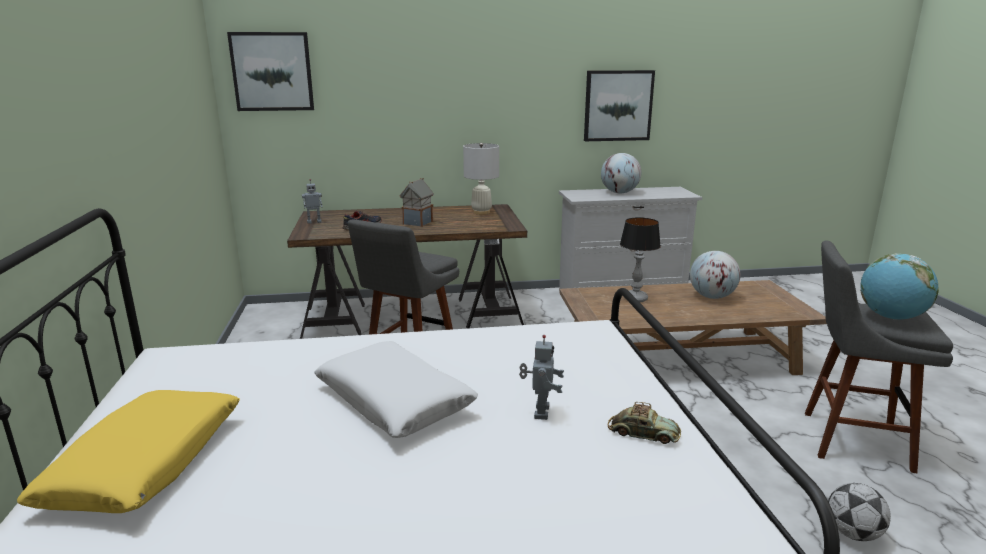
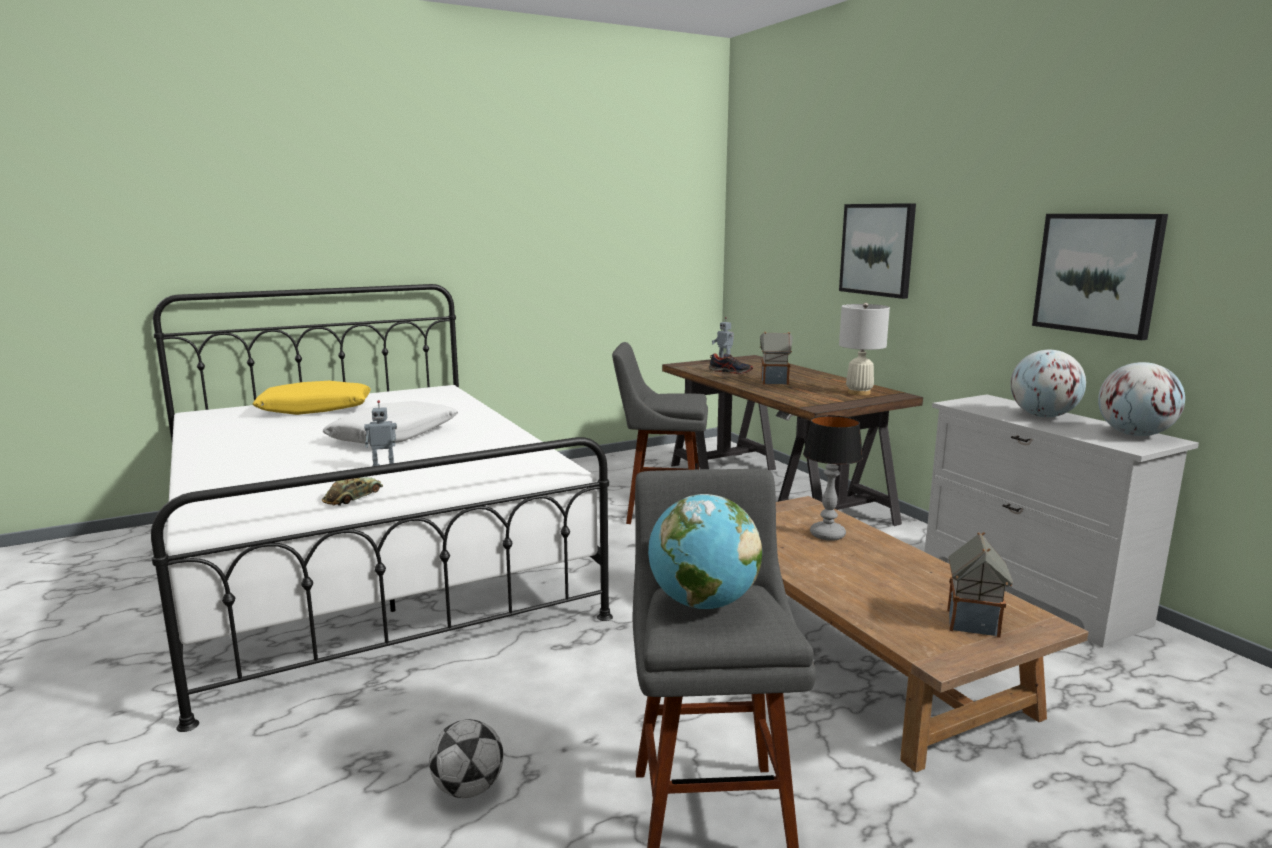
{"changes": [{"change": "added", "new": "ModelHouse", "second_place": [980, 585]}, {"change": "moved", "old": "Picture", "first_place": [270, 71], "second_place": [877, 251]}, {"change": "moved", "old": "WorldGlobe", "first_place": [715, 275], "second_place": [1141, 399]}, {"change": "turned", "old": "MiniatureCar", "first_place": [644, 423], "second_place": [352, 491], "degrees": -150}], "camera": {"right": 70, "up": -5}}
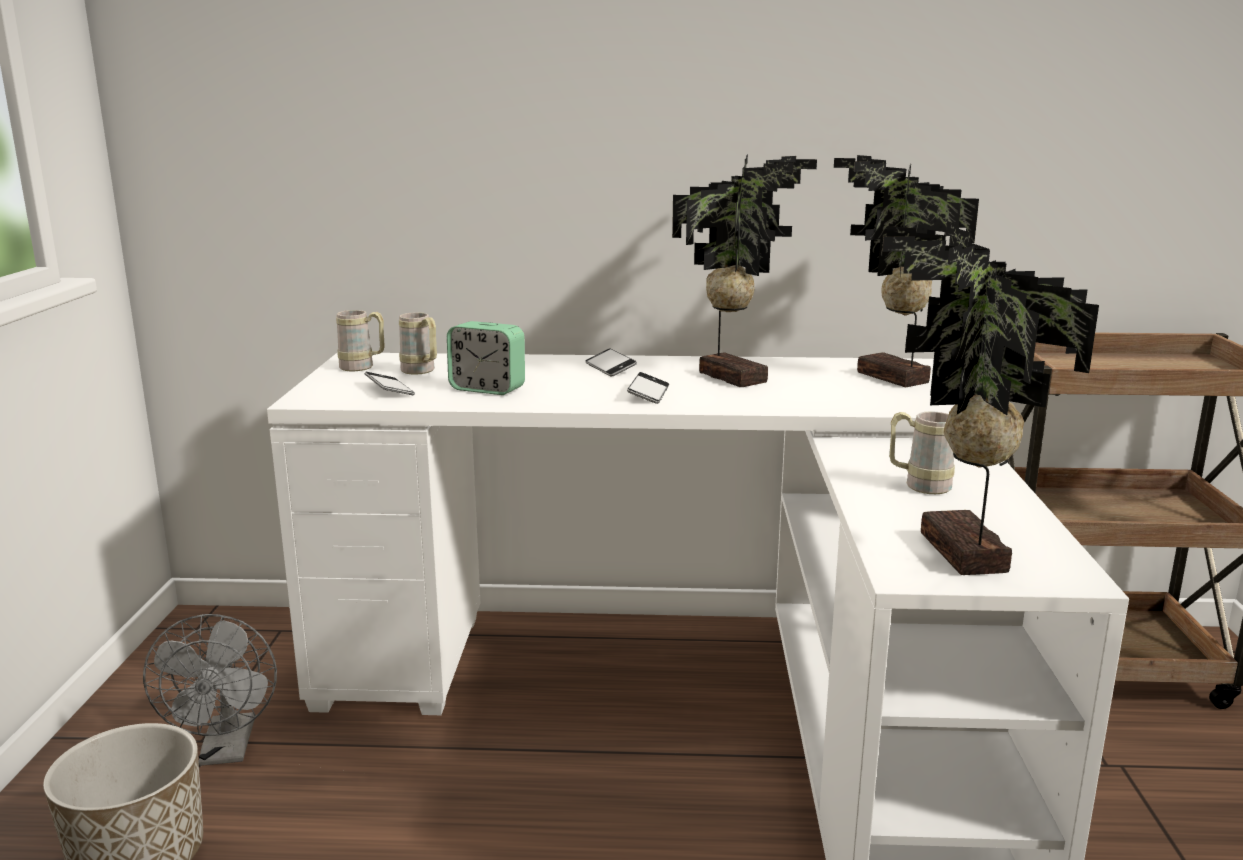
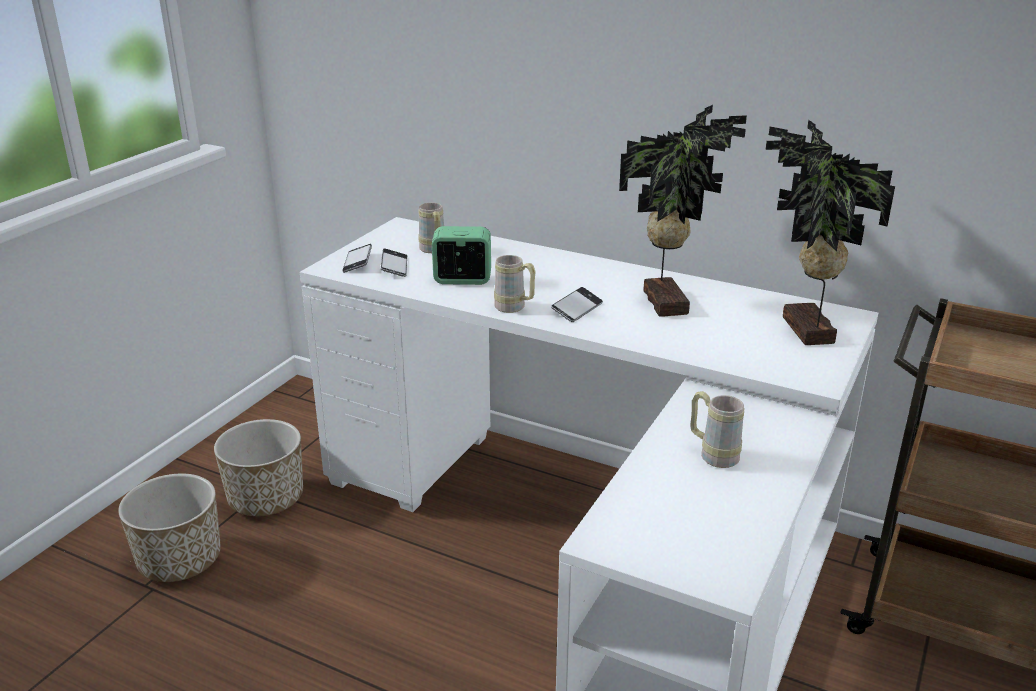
{"changes": [{"change": "removed", "old": "PottedPlant", "first_place": [990, 398]}, {"change": "moved", "old": "BeigeCoffeeMug", "first_place": [360, 340], "second_place": [515, 284]}, {"change": "moved", "old": "Telephone", "first_place": [611, 362], "second_place": [357, 258]}, {"change": "replaced", "old": "GrayElectricFan", "new": "FlowerPot", "first_place": [210, 690], "second_place": [258, 467]}, {"change": "turned", "old": "AlarmClock", "first_place": [486, 358], "second_place": [461, 255], "degrees": 135}], "camera": {"right": 25, "up": 10}}
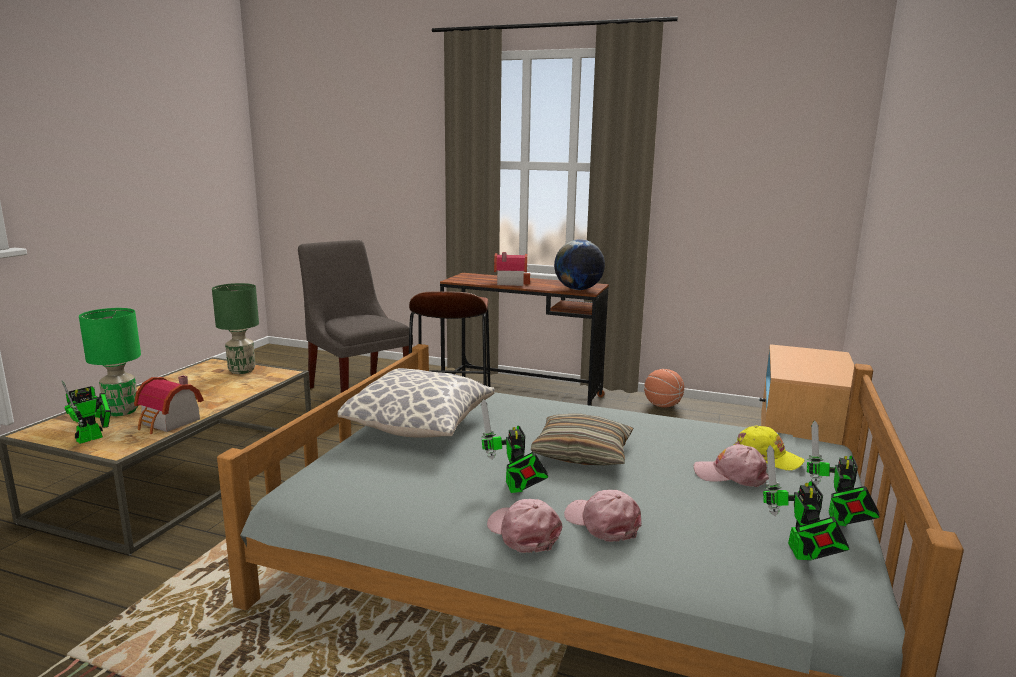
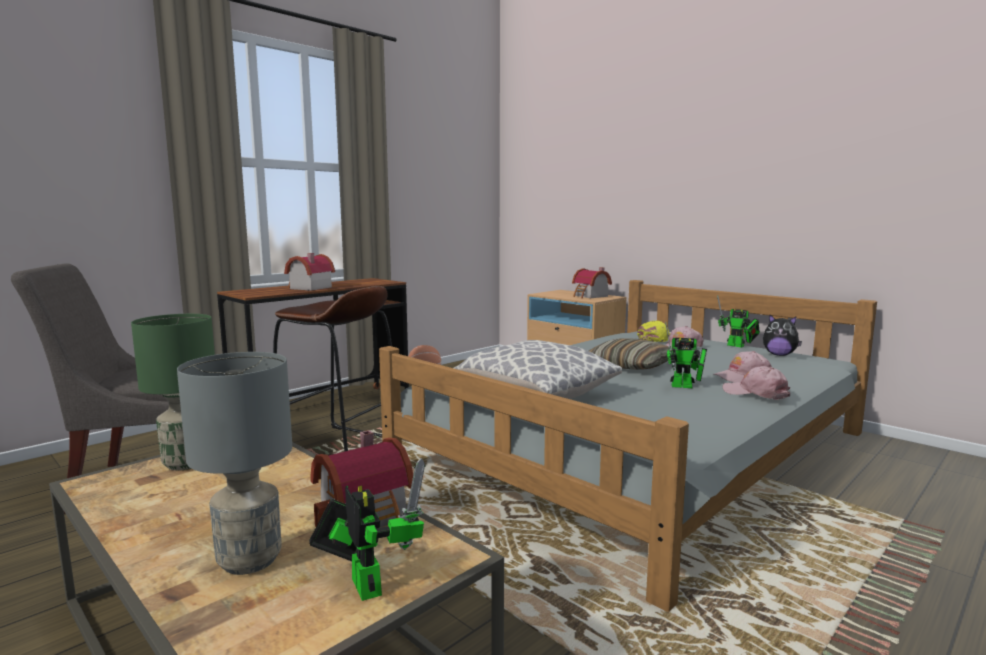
{"changes": [{"change": "removed", "old": "WorldGlobe", "first_place": [579, 264]}, {"change": "added", "new": "ModelHouse", "second_place": [592, 282]}, {"change": "replaced", "old": "ModelRobot", "new": "PlushToy", "first_place": [806, 502], "second_place": [782, 335]}, {"change": "recoloured", "old": "GreenColouredLampForATable", "new": "GrayLampForATable", "first_place": [110, 362], "second_place": [234, 463]}, {"change": "turned", "old": "PinkColouredPeakedCap", "first_place": [524, 526], "second_place": [756, 383], "degrees": 45}], "camera": {"right": -65, "up": -5}}
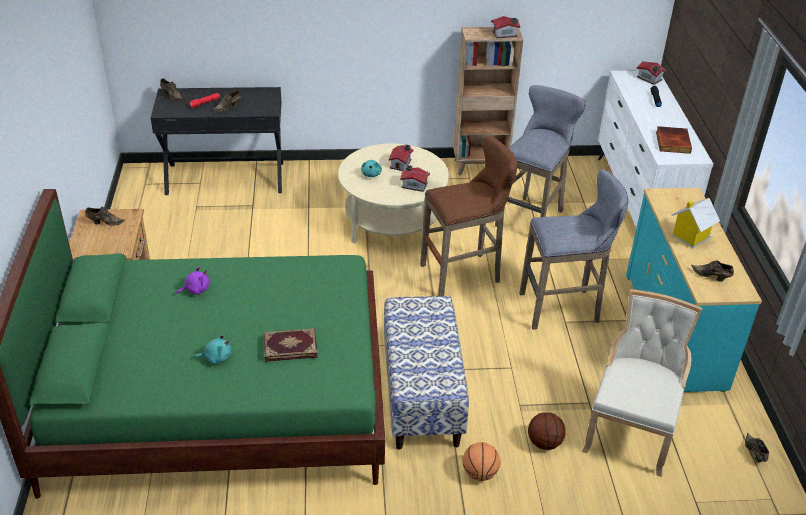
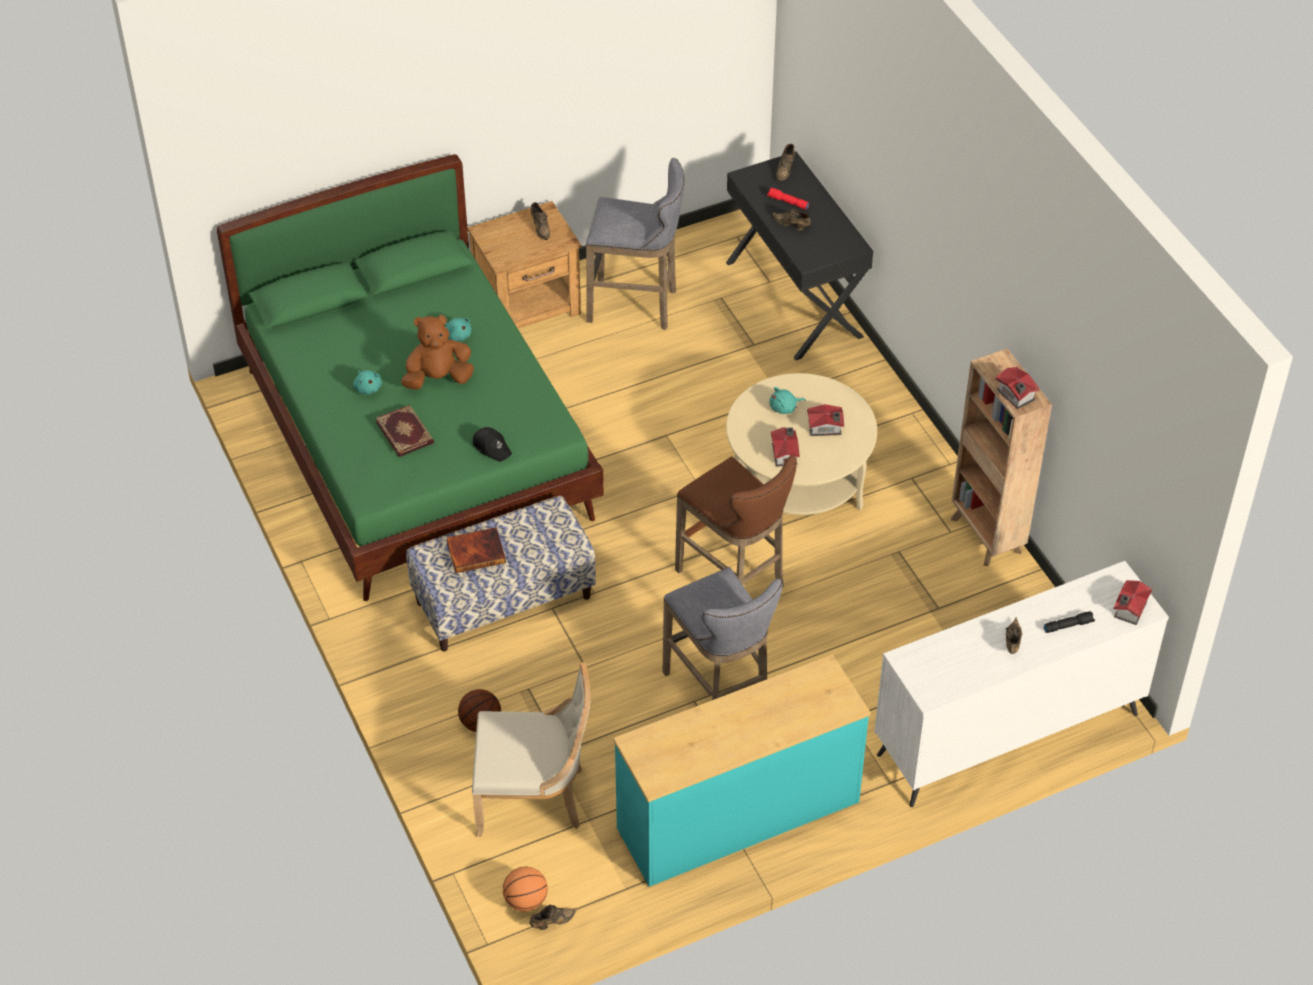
{"changes": [{"change": "removed", "old": "ModelHouse", "first_place": [696, 223]}, {"change": "added", "new": "BrownishPlushToy", "second_place": [437, 352]}, {"change": "added", "new": "BlackPeakedCap", "second_place": [492, 444]}, {"change": "moved", "old": "BallForBasketball", "first_place": [481, 461], "second_place": [525, 889]}, {"change": "moved", "old": "GrayStoolSeat", "first_place": [540, 156], "second_place": [635, 244]}, {"change": "moved", "old": "BoundBook", "first_place": [674, 140], "second_place": [476, 550]}, {"change": "moved", "old": "BrownishShoe", "first_place": [712, 271], "second_place": [1013, 635]}, {"change": "recoloured", "old": "PurplePlushToy", "new": "TurquoisePlushToy", "first_place": [192, 280], "second_place": [458, 330]}], "camera": {"right": 70, "up": 10}}
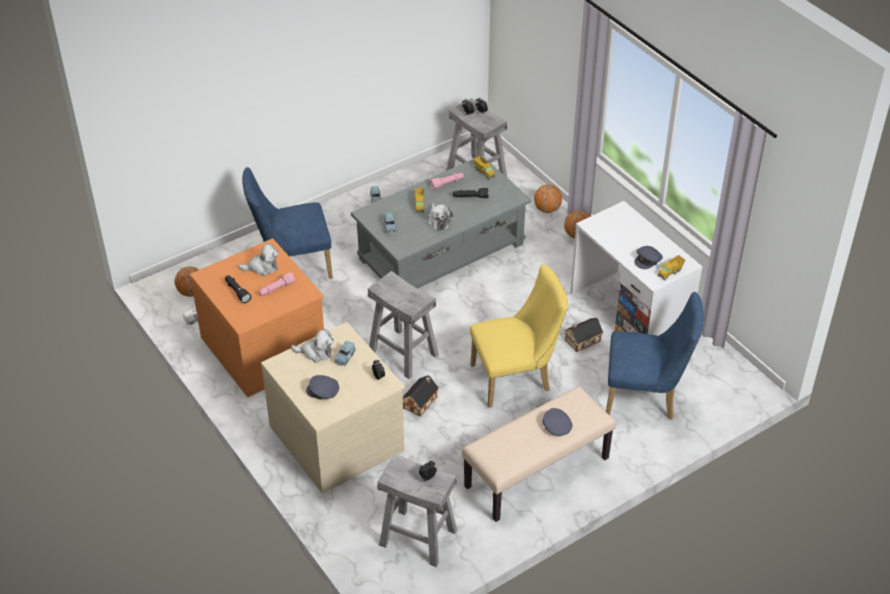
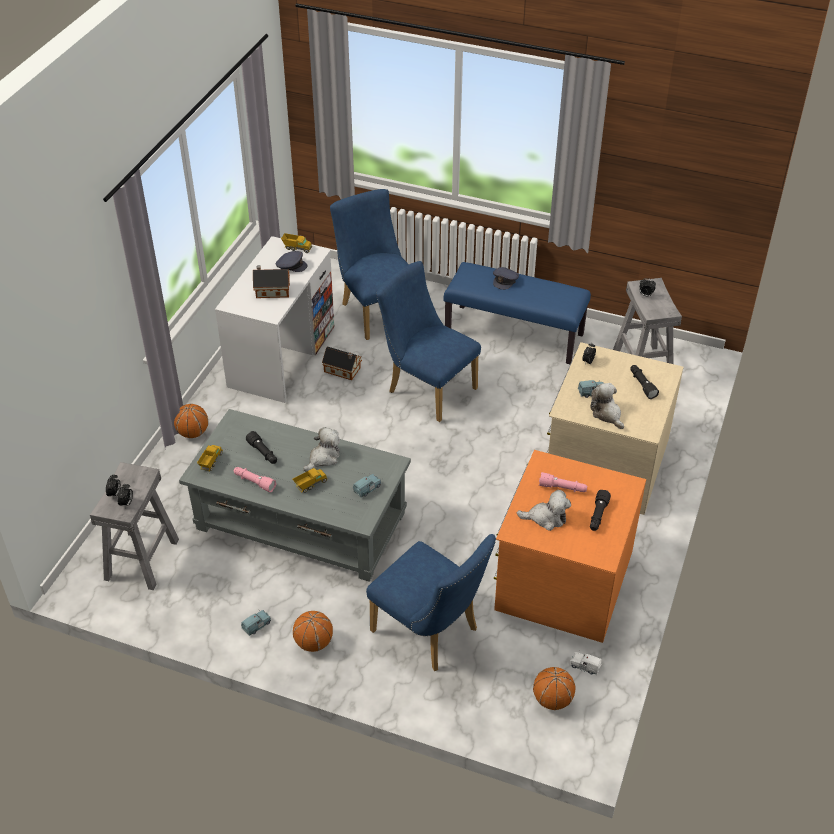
{"changes": [{"change": "removed", "old": "GrayStoolSeat", "first_place": [403, 325]}, {"change": "moved", "old": "ModelHouse", "first_place": [421, 396], "second_place": [271, 281]}, {"change": "moved", "old": "BallForBasketball", "first_place": [548, 199], "second_place": [313, 631]}, {"change": "replaced", "old": "GrayPeakedCap", "new": "BlackFlashlight", "first_place": [322, 387], "second_place": [644, 382]}, {"change": "recoloured", "old": "BeigeLongSeat", "new": "BlueColouredLongSeat", "first_place": [539, 454], "second_place": [517, 313]}, {"change": "recoloured", "old": "YellowPlainChair", "new": "BlueColouredPlainChair", "first_place": [519, 336], "second_place": [428, 341]}, {"change": "turned", "old": "PlushToy", "first_place": [258, 259], "second_place": [544, 510], "degrees": 135}], "camera": {"right": -125, "up": 0}}
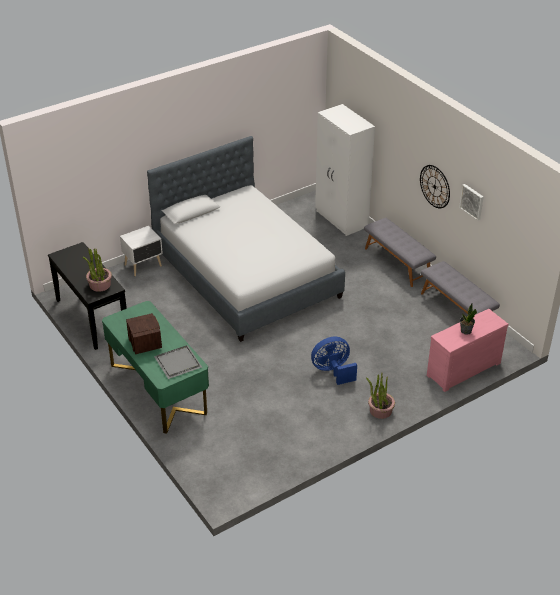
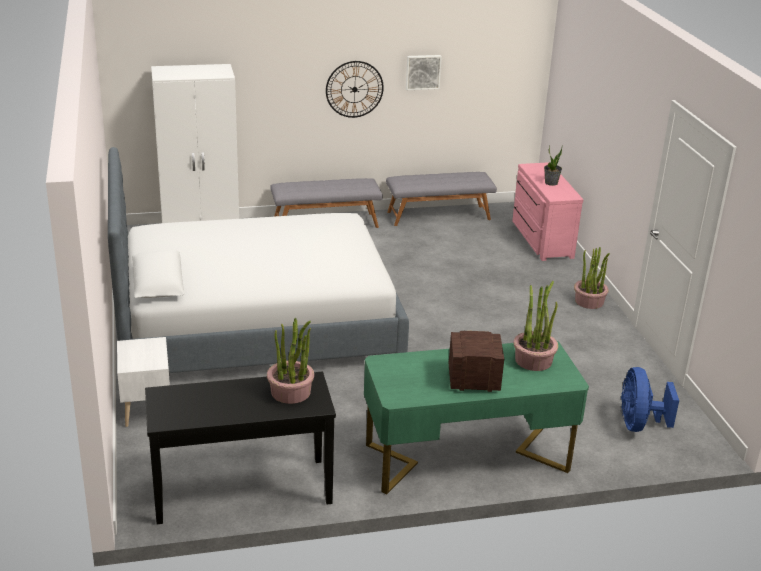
{"changes": [{"change": "moved", "old": "BlueColouredElectricFan", "first_place": [334, 361], "second_place": [650, 399]}, {"change": "replaced", "old": "GrayTray", "new": "PottedPlant", "first_place": [178, 362], "second_place": [536, 326]}], "camera": {"right": -70, "up": -10}}
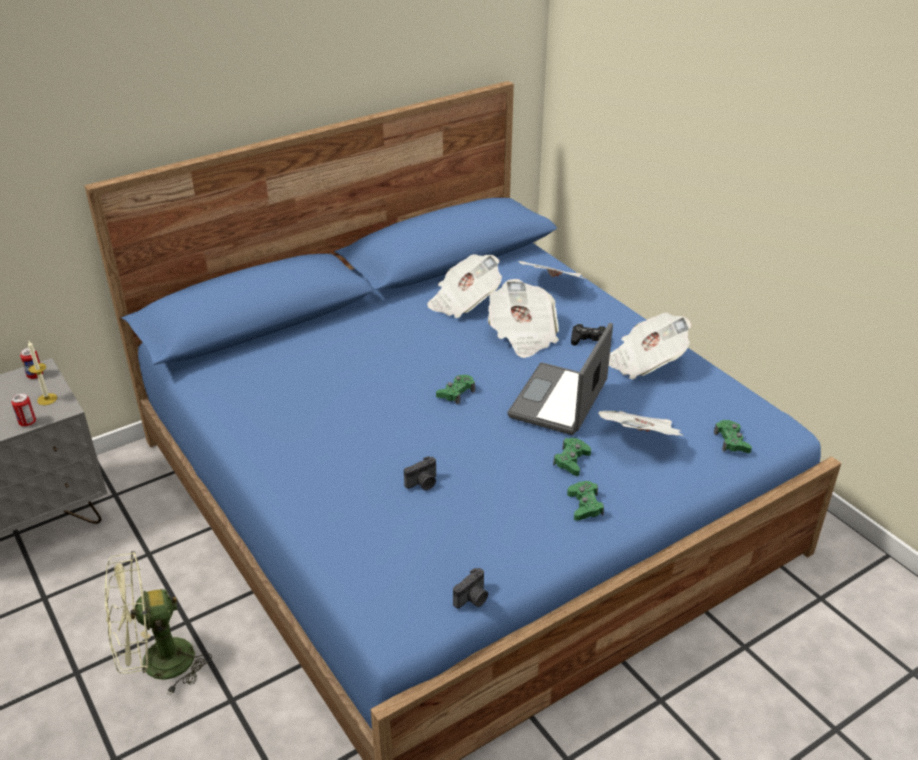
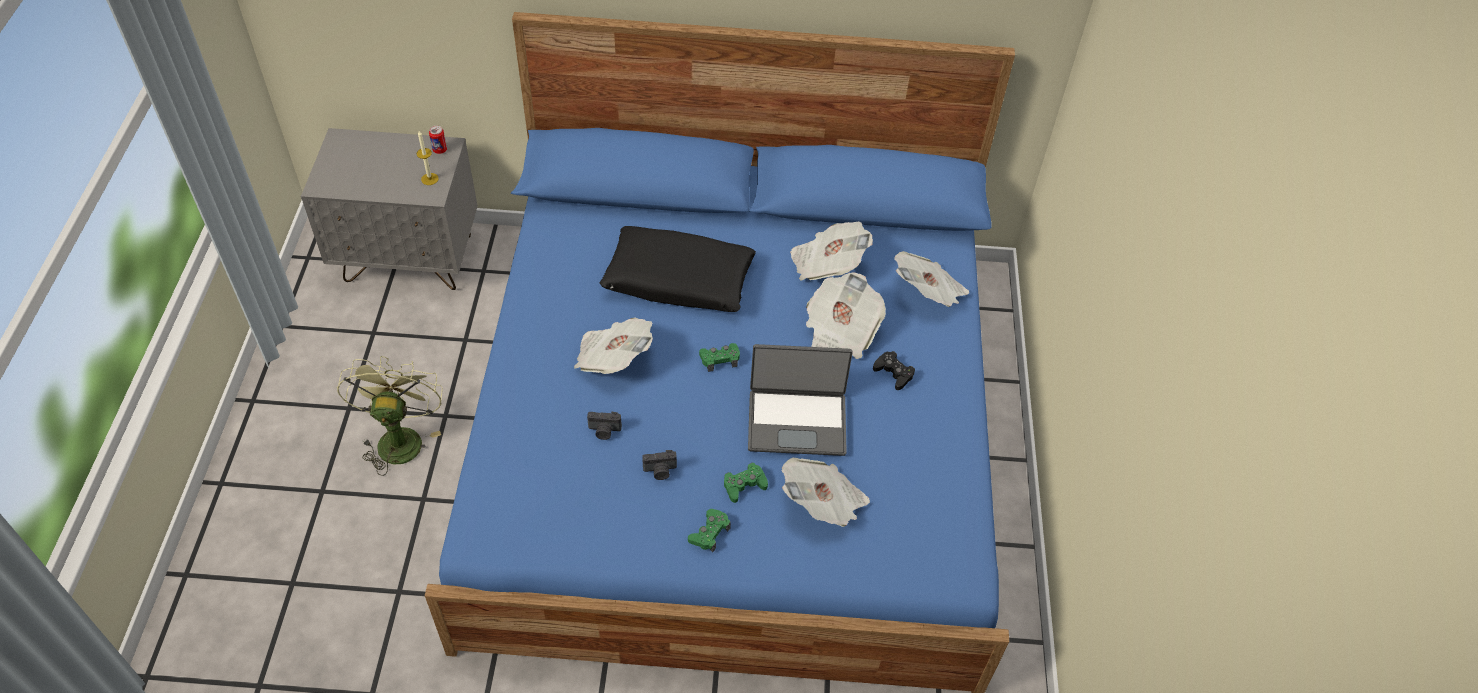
{"changes": [{"change": "removed", "old": "Can", "first_place": [23, 409]}, {"change": "removed", "old": "GreenColouredGameController", "first_place": [733, 436]}, {"change": "added", "new": "BlackPillow", "second_place": [678, 269]}, {"change": "moved", "old": "PhotoCamera", "first_place": [470, 588], "second_place": [659, 465]}, {"change": "moved", "old": "PrintedPaper", "first_place": [650, 346], "second_place": [613, 346]}, {"change": "turned", "old": "GreenColouredElectricFan", "first_place": [158, 623], "second_place": [390, 416], "degrees": 75}, {"change": "turned", "old": "PortableComputer", "first_place": [560, 379], "second_place": [800, 400], "degrees": -150}], "camera": {"right": 35, "up": 15}}
